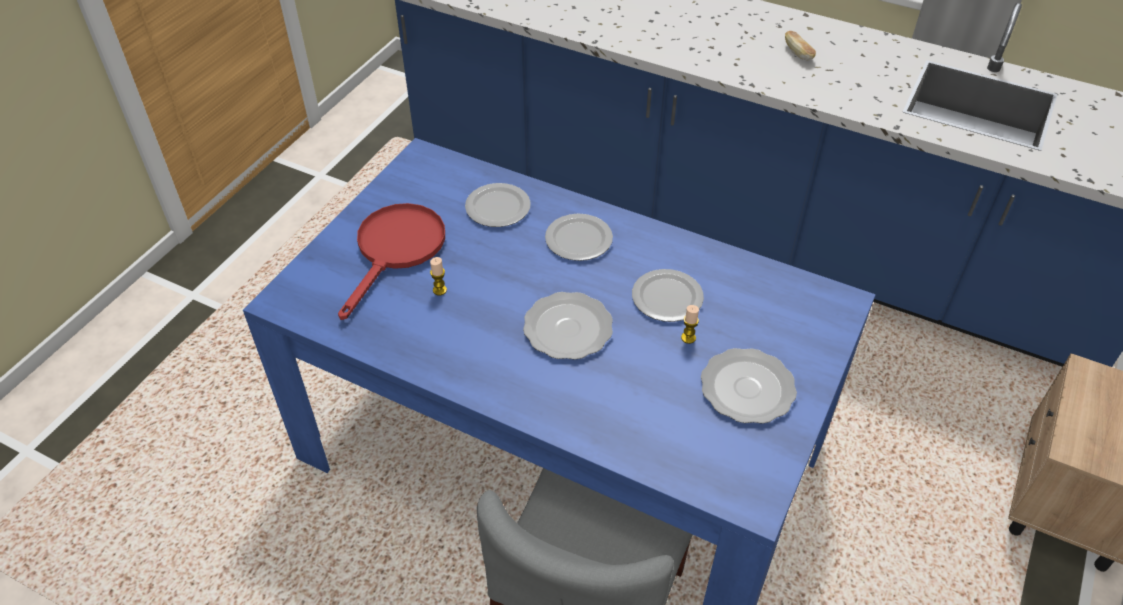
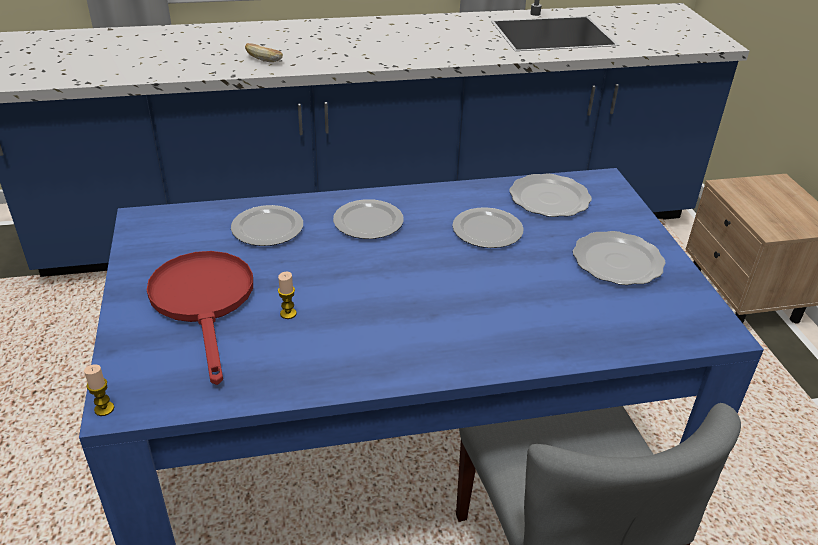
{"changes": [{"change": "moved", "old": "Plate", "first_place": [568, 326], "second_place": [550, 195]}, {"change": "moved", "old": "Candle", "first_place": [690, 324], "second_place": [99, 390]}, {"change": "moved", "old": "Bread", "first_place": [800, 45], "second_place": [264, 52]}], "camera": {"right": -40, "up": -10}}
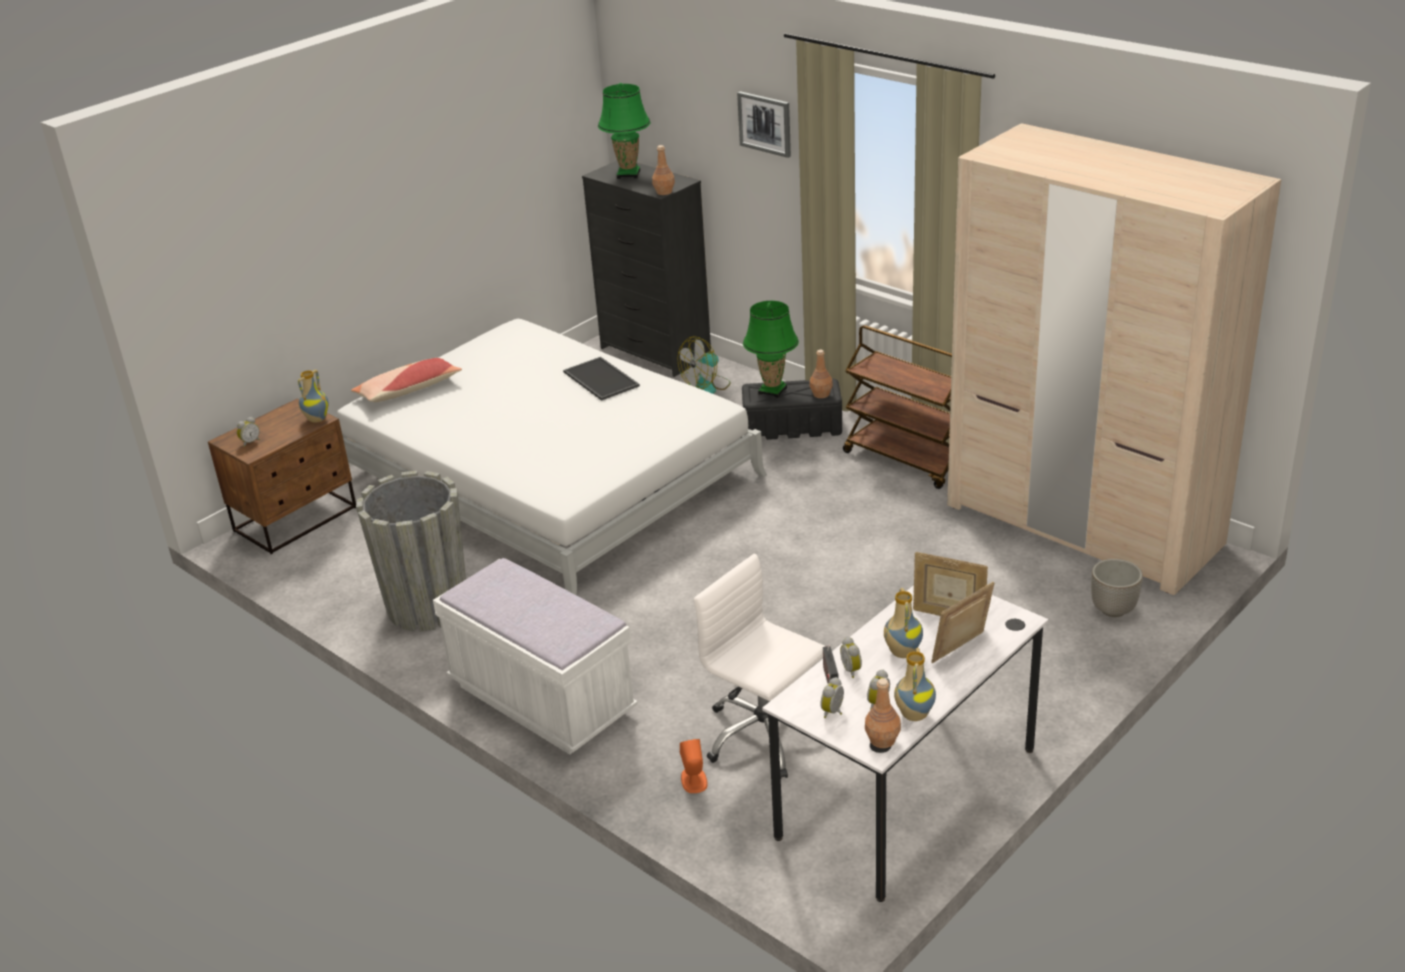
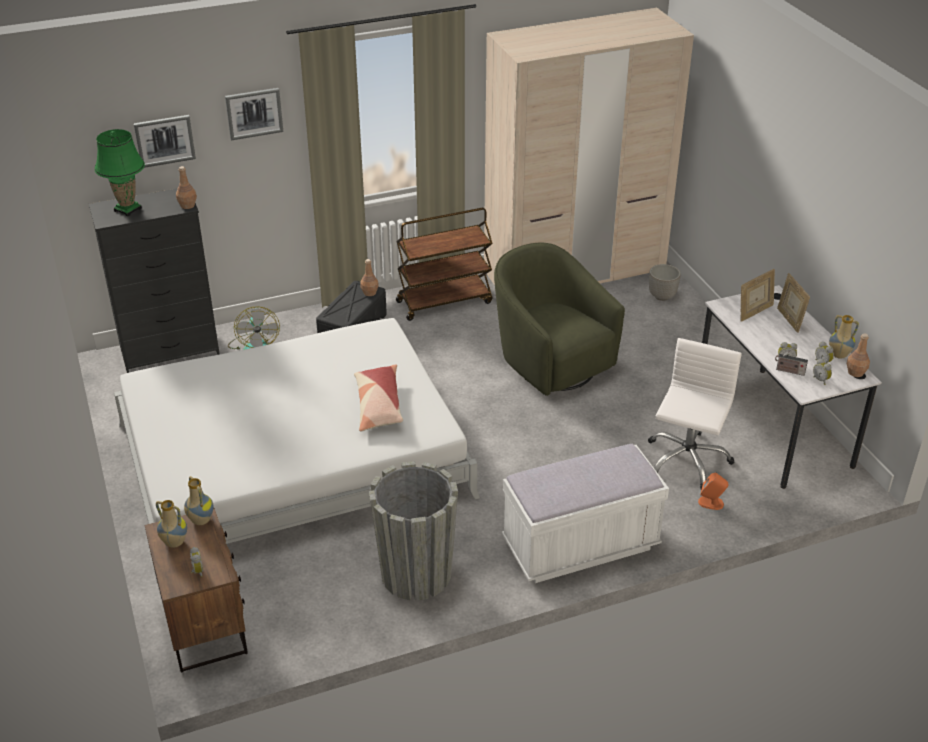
{"changes": [{"change": "removed", "old": "Tray", "first_place": [601, 379]}, {"change": "removed", "old": "GreenColouredLampForATable", "first_place": [771, 349]}, {"change": "added", "new": "Picture", "second_place": [165, 141]}, {"change": "added", "new": "GreenColouredArmchair", "second_place": [559, 319]}, {"change": "moved", "old": "Pillow", "first_place": [406, 380], "second_place": [378, 397]}, {"change": "moved", "old": "FlowerVase", "first_place": [903, 623], "second_place": [171, 524]}, {"change": "turned", "old": "WhiteDeskChair", "first_place": [759, 665], "second_place": [695, 414], "degrees": 135}], "camera": {"right": -65, "up": 5}}
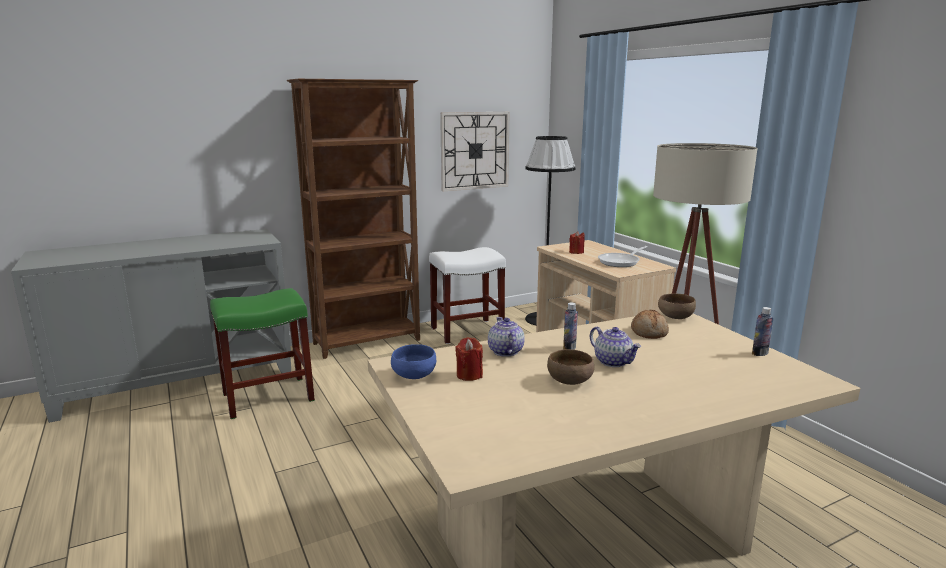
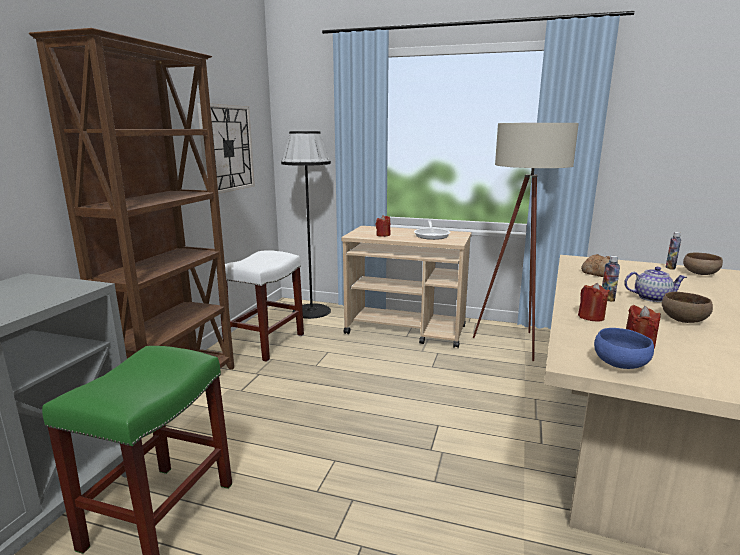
{"changes": [{"change": "moved", "old": "BrownishServingBowl", "first_place": [677, 306], "second_place": [703, 263]}, {"change": "replaced", "old": "PotForTea", "new": "RedCandle", "first_place": [506, 337], "second_place": [594, 302]}], "camera": {"right": -45, "up": 0}}
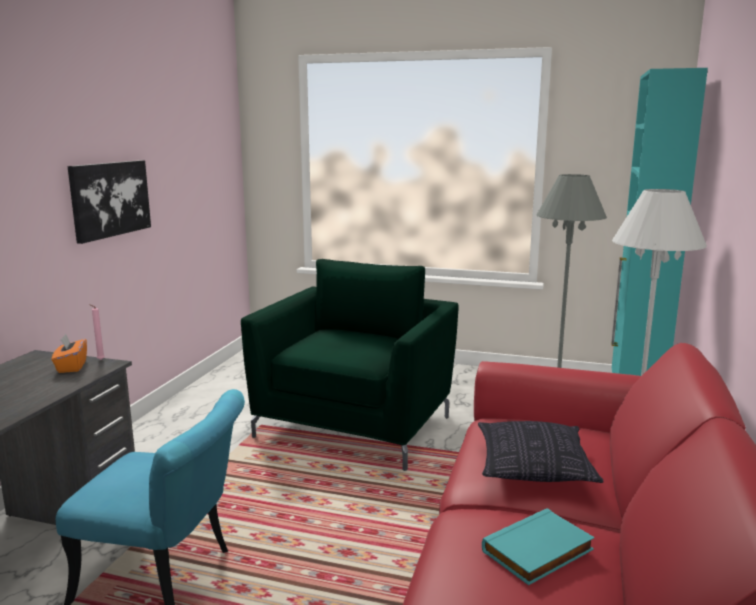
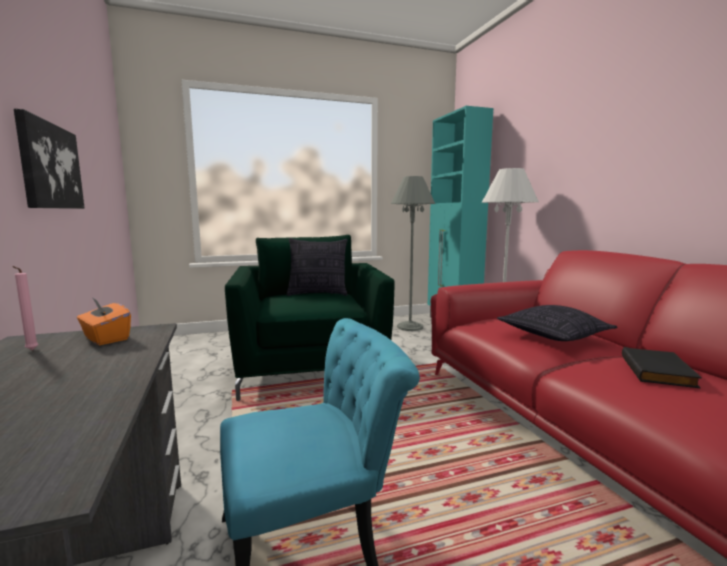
{"changes": [{"change": "added", "new": "Pillow", "second_place": [317, 267]}, {"change": "moved", "old": "PinkColouredCandle", "first_place": [97, 332], "second_place": [25, 308]}, {"change": "recoloured", "old": "TurquoiseBoundBook", "new": "BlackBoundBook", "first_place": [538, 546], "second_place": [662, 367]}], "camera": {"right": -35, "up": -5}}
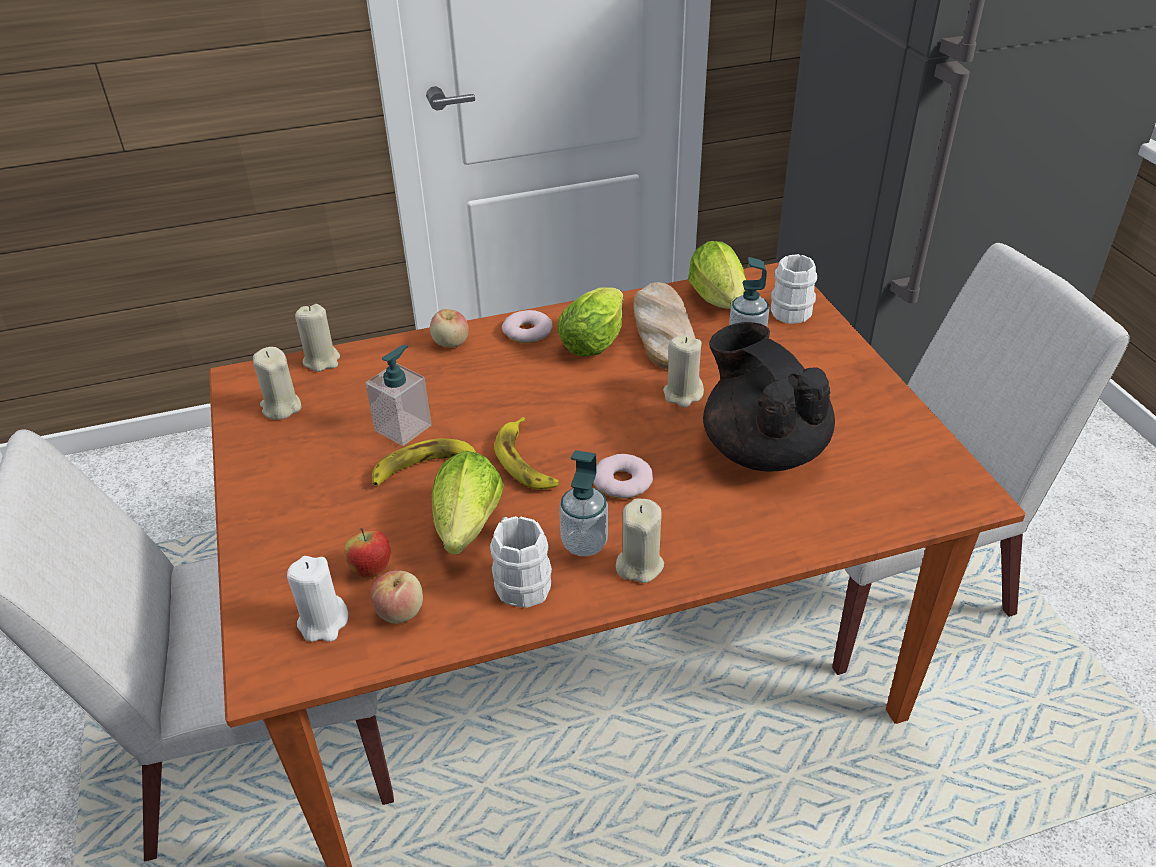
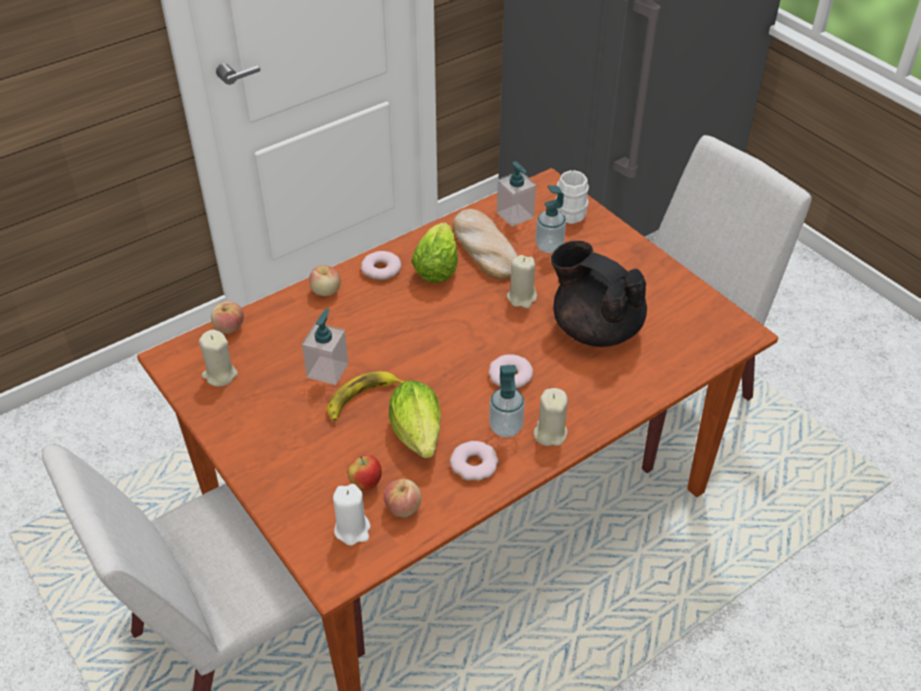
{"changes": [{"change": "removed", "old": "Banana", "first_place": [526, 453]}, {"change": "replaced", "old": "BeigeCandle", "new": "Apple", "first_place": [317, 338], "second_place": [227, 317]}, {"change": "replaced", "old": "WhiteCoffeeMug", "new": "Donut", "first_place": [521, 562], "second_place": [474, 461]}, {"change": "replaced", "old": "LettuceHead", "new": "LiquidSoapBottle", "first_place": [717, 275], "second_place": [516, 194]}], "camera": {"right": -20, "up": 5}}
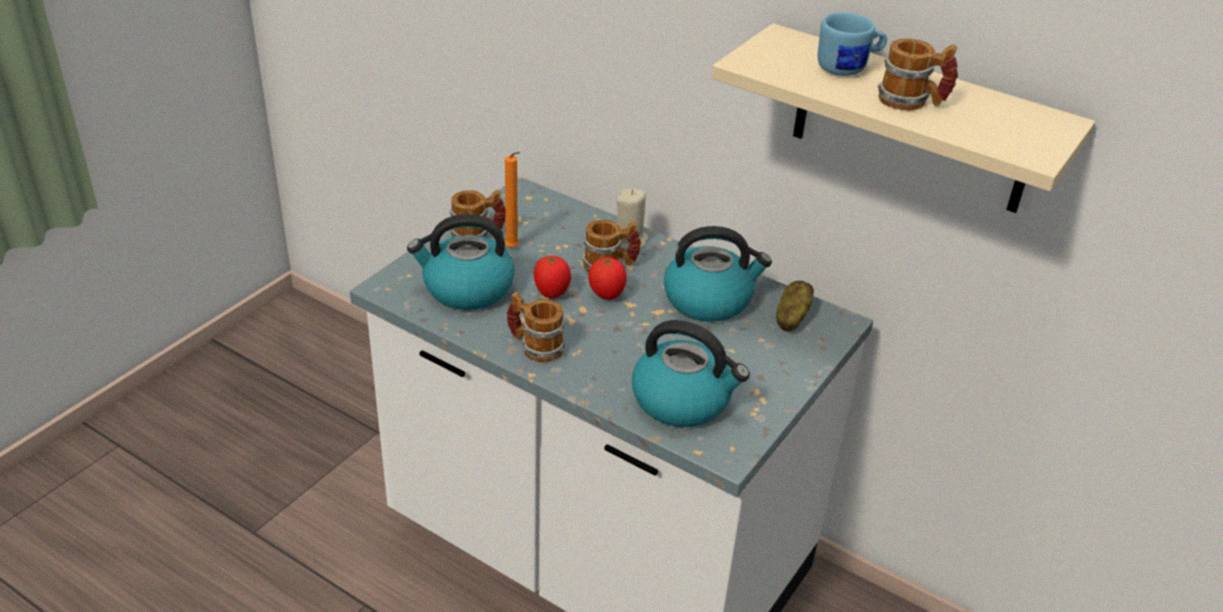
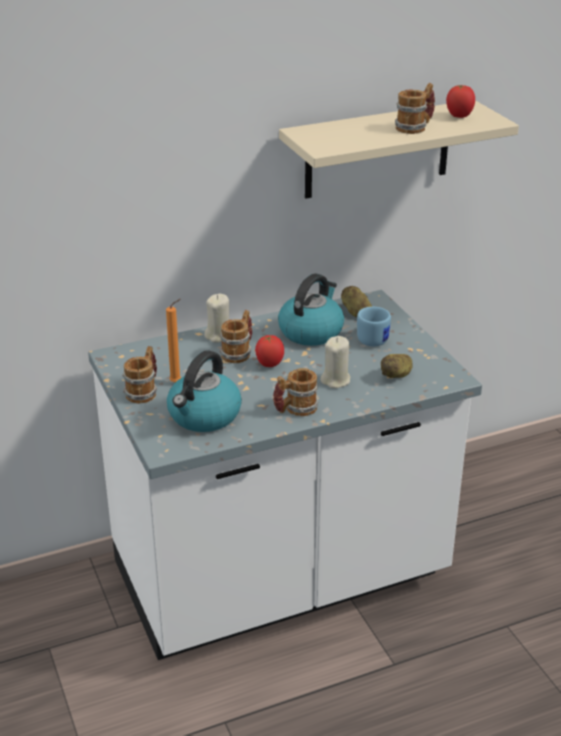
{"changes": [{"change": "added", "new": "BeigeCandle", "second_place": [335, 362]}, {"change": "moved", "old": "WholeTomato", "first_place": [552, 277], "second_place": [460, 101]}, {"change": "moved", "old": "BlueColouredCoffeeMug", "first_place": [852, 44], "second_place": [374, 326]}, {"change": "replaced", "old": "Kettle", "new": "WholePotato", "first_place": [691, 373], "second_place": [397, 366]}], "camera": {"right": -55, "up": -5}}
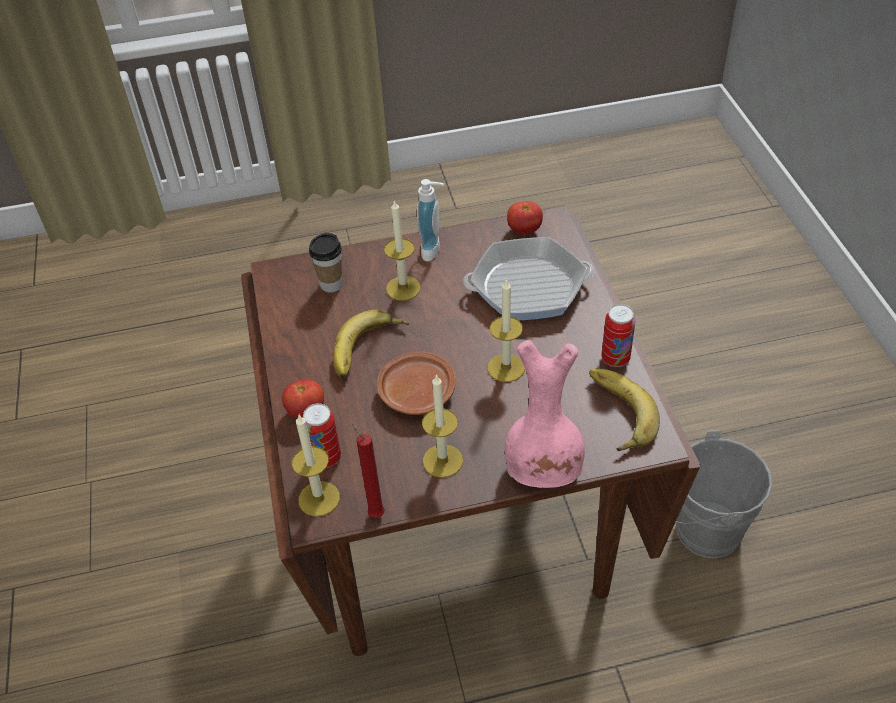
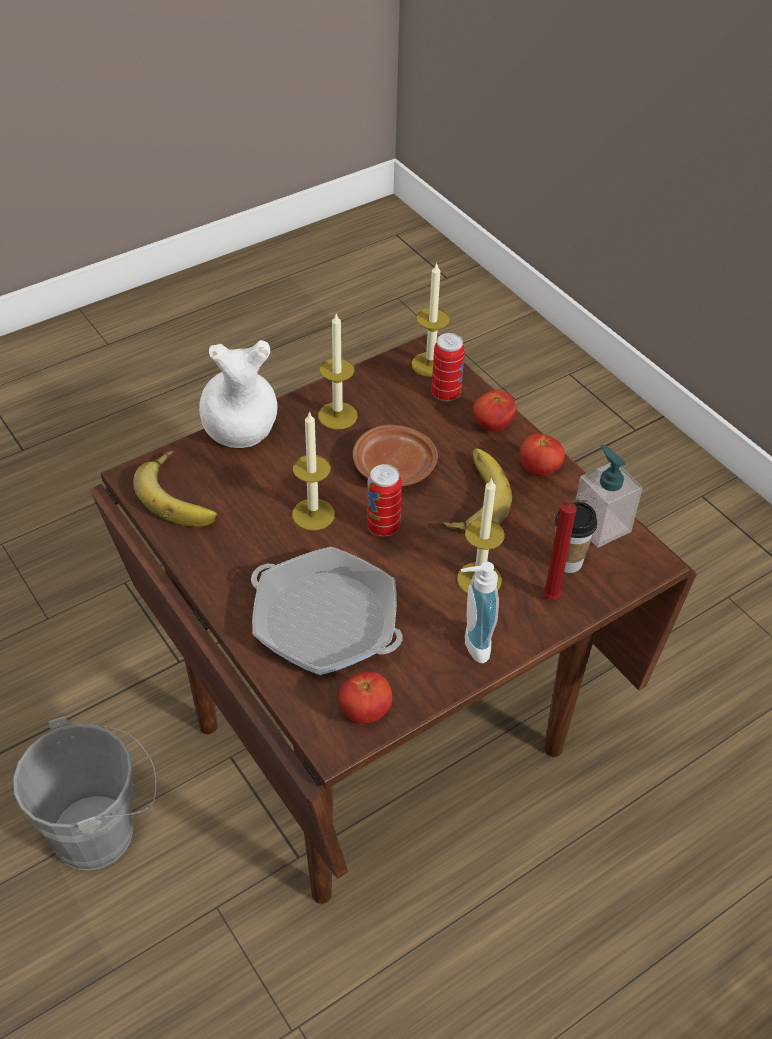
{"changes": [{"change": "added", "new": "WholeTomato", "second_place": [542, 454]}, {"change": "added", "new": "LiquidSoapBottle", "second_place": [609, 496]}, {"change": "moved", "old": "RedCandle", "first_place": [368, 470], "second_place": [565, 549]}, {"change": "moved", "old": "Can", "first_place": [619, 335], "second_place": [384, 500]}, {"change": "recoloured", "old": "PinkColouredFlowerVase", "new": "WhiteFlowerVase", "first_place": [545, 414], "second_place": [238, 394]}, {"change": "turned", "old": "FryingPan", "first_place": [528, 278], "second_place": [327, 611], "degrees": -120}], "camera": {"right": 155, "up": 0}}
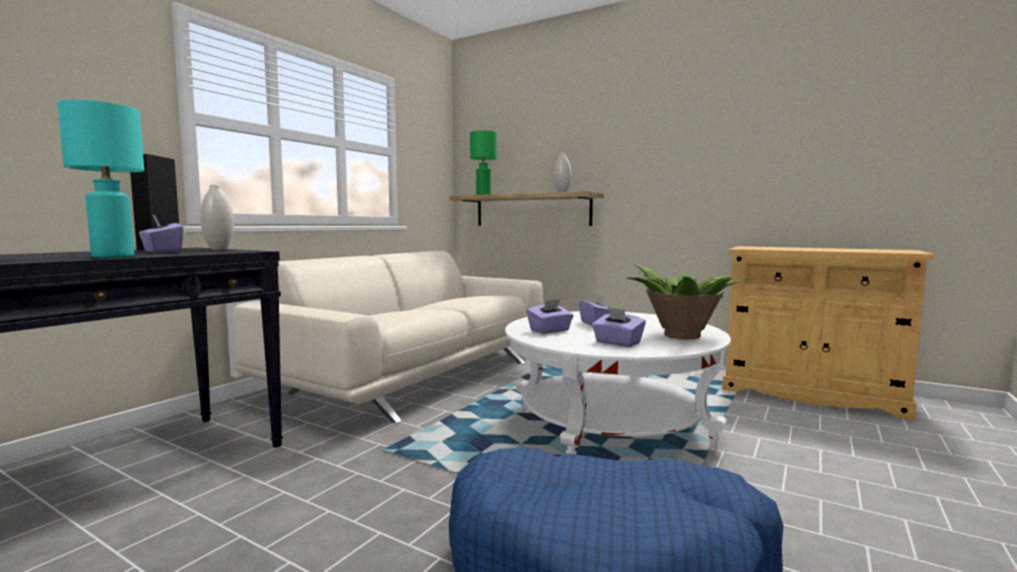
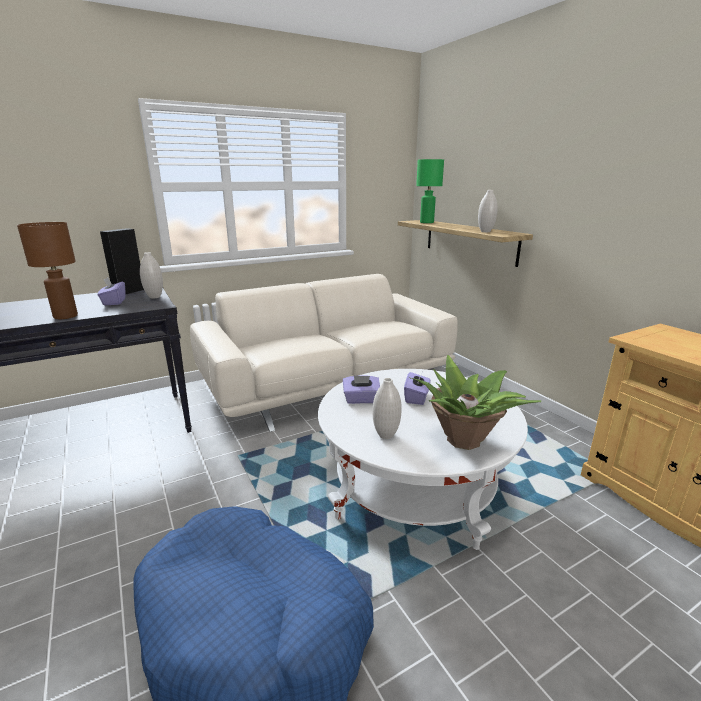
{"changes": [{"change": "replaced", "old": "PurpleTissueHolder", "new": "WhiteFlowerVase", "first_place": [619, 327], "second_place": [387, 408]}, {"change": "recoloured", "old": "TurquoiseLampForATable", "new": "BrownishLampForATable", "first_place": [100, 178], "second_place": [47, 270]}], "camera": {"right": 30, "up": 15}}
